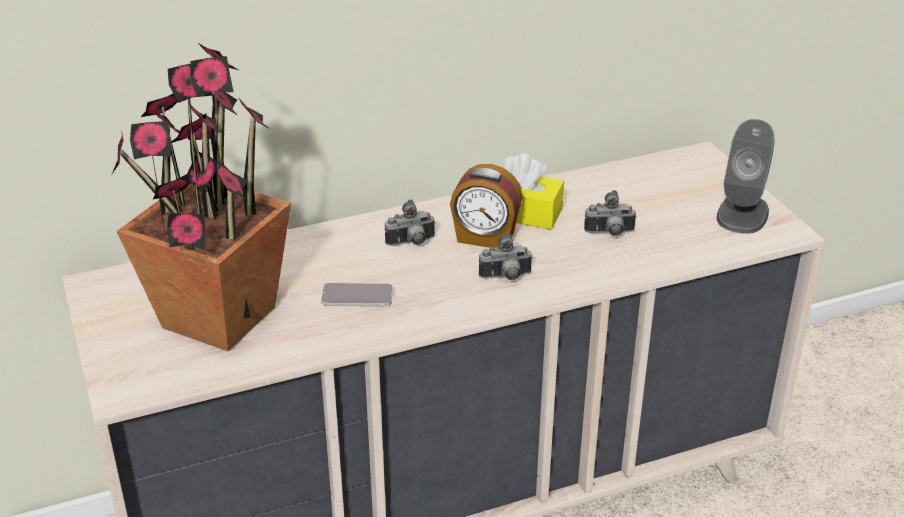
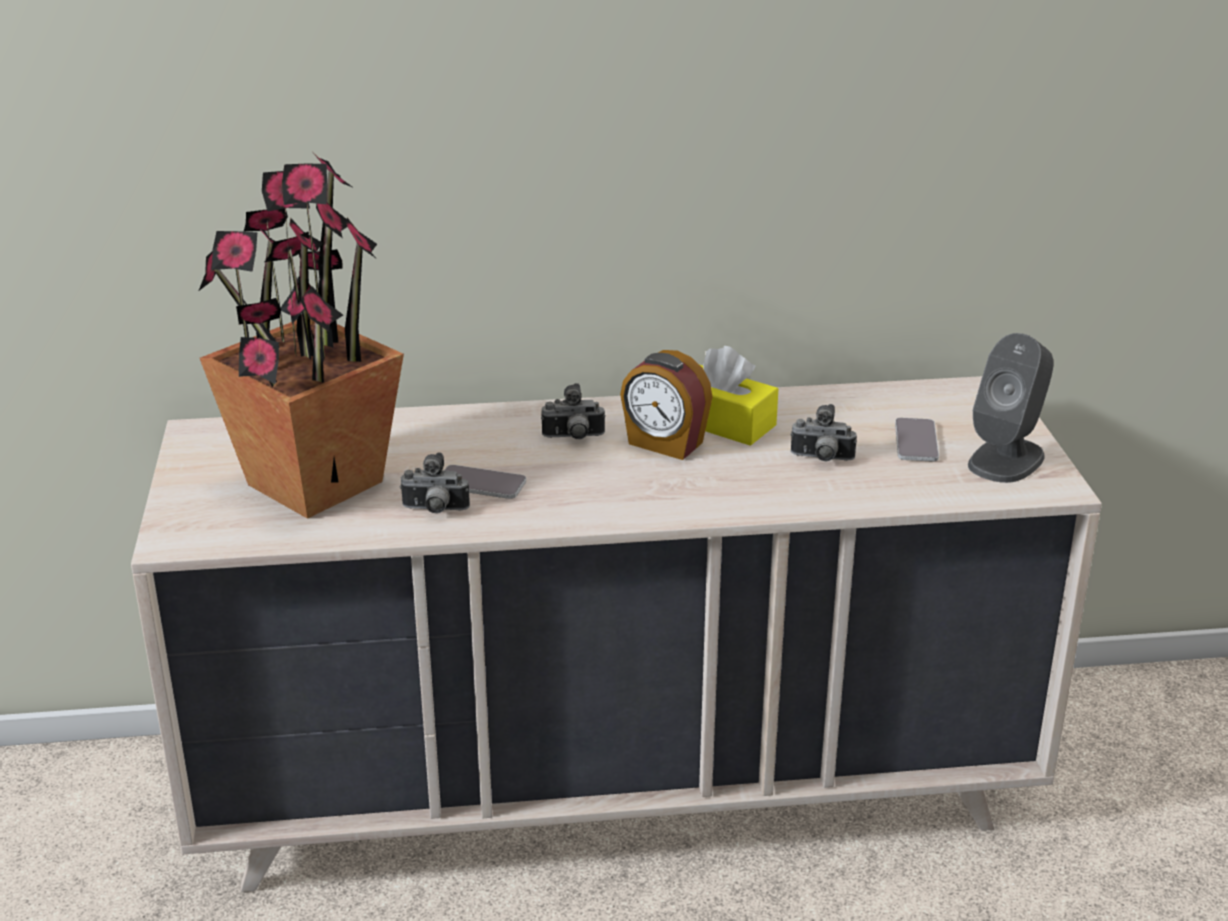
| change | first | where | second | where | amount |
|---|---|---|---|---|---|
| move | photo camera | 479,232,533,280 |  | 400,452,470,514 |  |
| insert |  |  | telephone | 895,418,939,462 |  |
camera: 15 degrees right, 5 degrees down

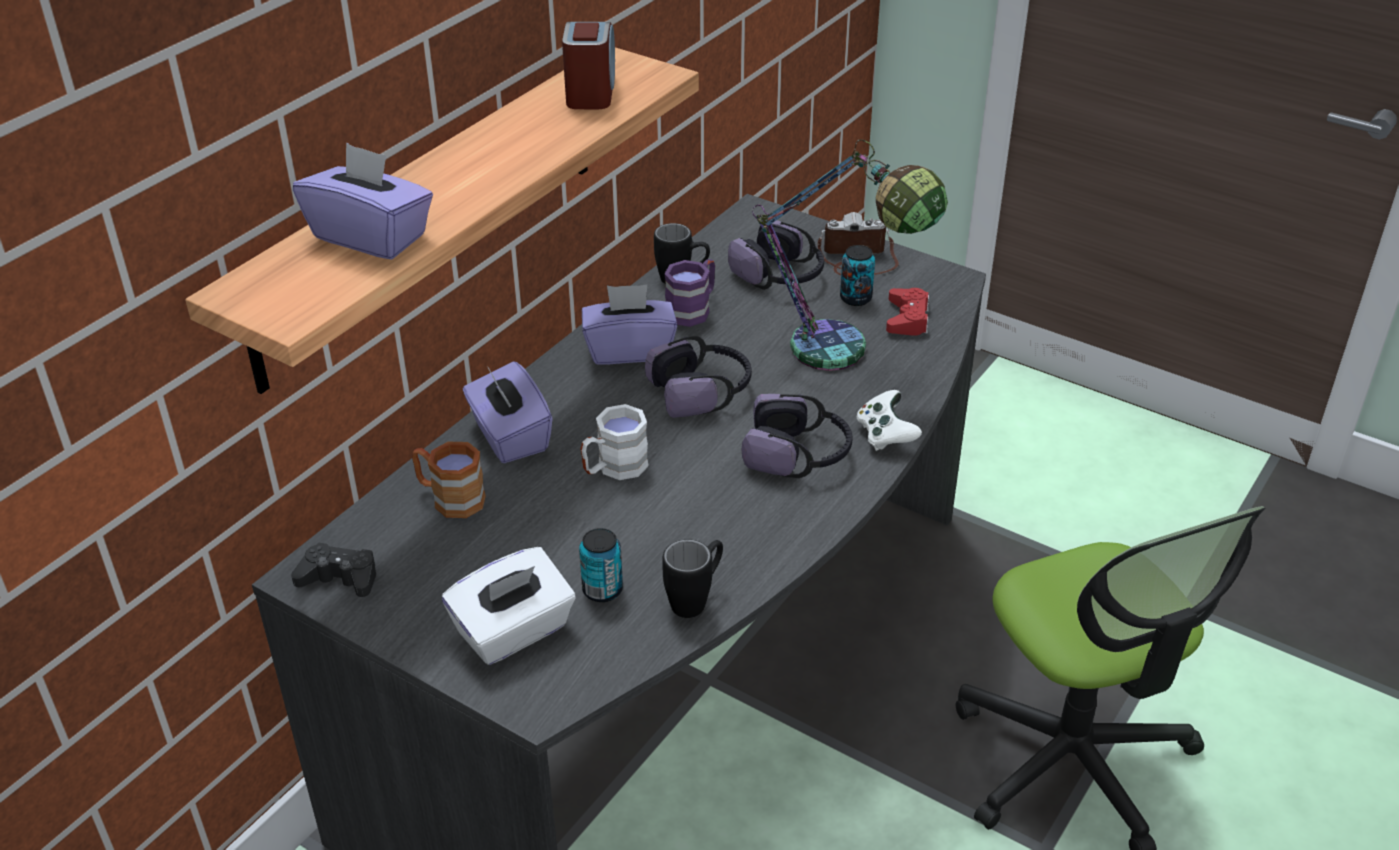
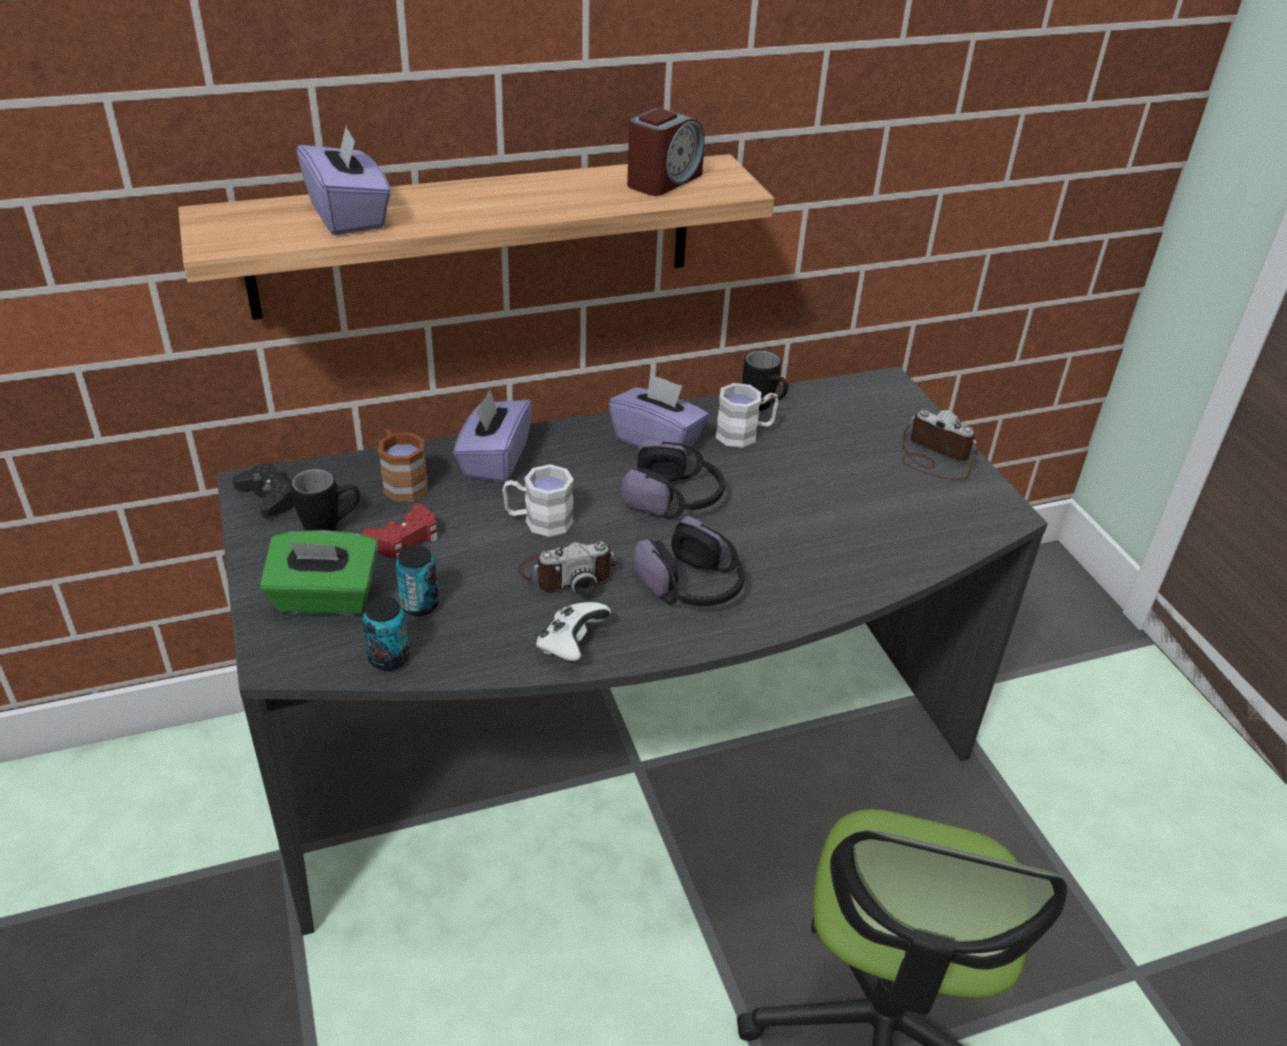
| change | first | where | second | where | amount |
|---|---|---|---|---|---|
| recolor | white-coloured box of tissues | 442,547,576,665 | greenish box of tissues | 260,530,378,615 |  |
| move | black coffee mug | 662,539,723,618 |  | 291,469,360,531 |  |
| recolor | purplish coffee mug | 665,259,715,327 | white-coloured coffee mug | 715,383,779,448 |  |
| delete | headphones | 728,220,824,290 |  |  |  |
| delete | tabletop lamp | 752,139,948,371 |  |  |  |
| move | metal can | 840,245,875,306 |  | 362,597,410,671 |  |
| move | white-coloured game controller | 857,390,922,451 |  | 536,602,611,661 |  |
| move | red game controller | 886,288,929,336 |  | 363,504,438,560 |  |
| insert |  |  | photo camera | 518,542,617,595 |  |
camera: 35 degrees right, 0 degrees up

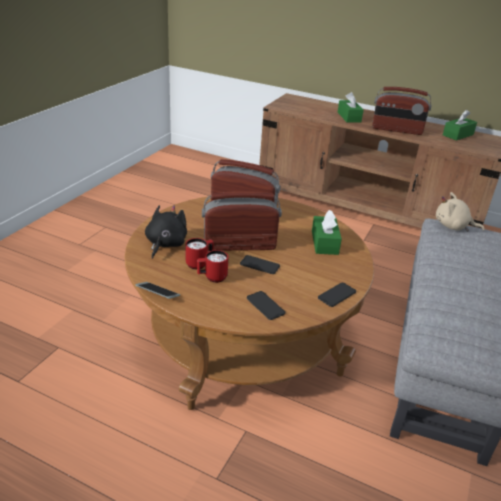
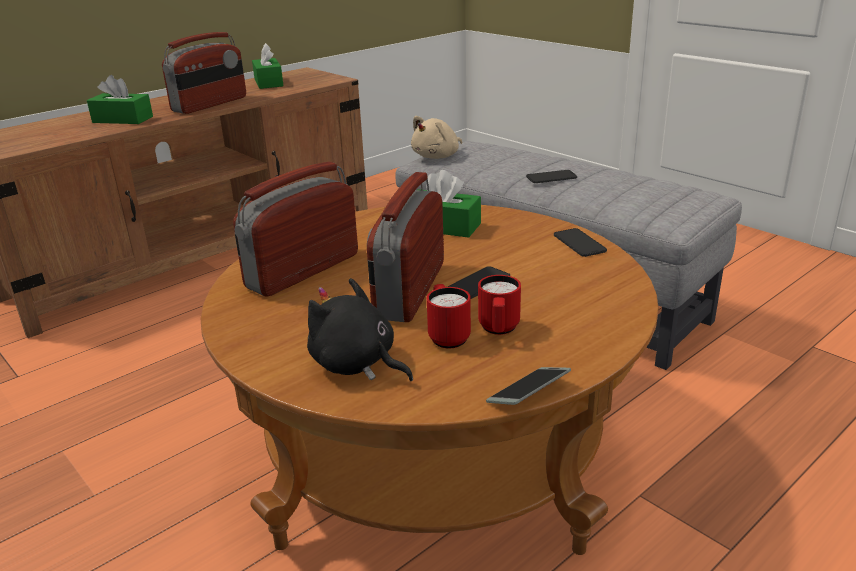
| change | first | where | second | where | amount |
|---|---|---|---|---|---|
| move | telephone | 247,291,285,320 |  | 526,170,577,183 |  |
camera: 65 degrees left, 5 degrees down

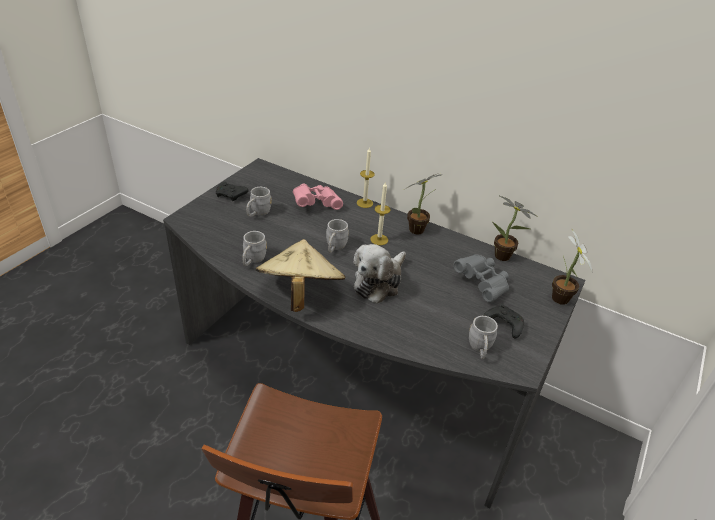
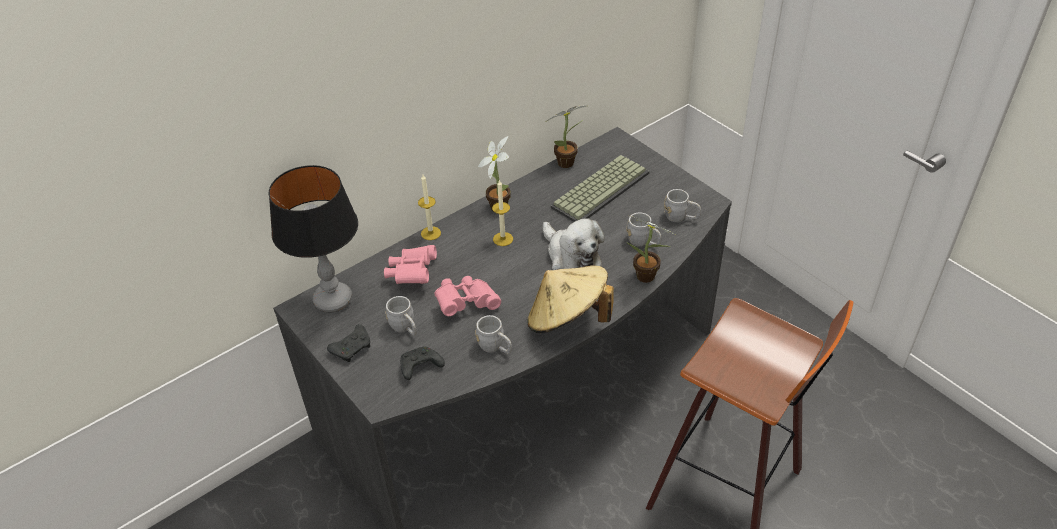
| change | first | where | second | where | amount |
|---|---|---|---|---|---|
| move | grey coffee mug | 326,219,349,253 |  | 627,212,662,246 |  |
| replace | grey pair of binoculars | 453,254,509,303 | keyboard | 551,155,650,222 |  |
| move | black game controller | 484,304,524,339 |  | 400,347,445,380 |  |
| move | plant in a pot | 552,228,593,305 |  | 628,216,674,283 |  |
| insert |  |  | tabletop lamp | 269,165,358,312 |  |
| insert |  |  | pink-coloured pair of binoculars | 435,276,501,316 |  |
camera: 65 degrees left, 5 degrees up

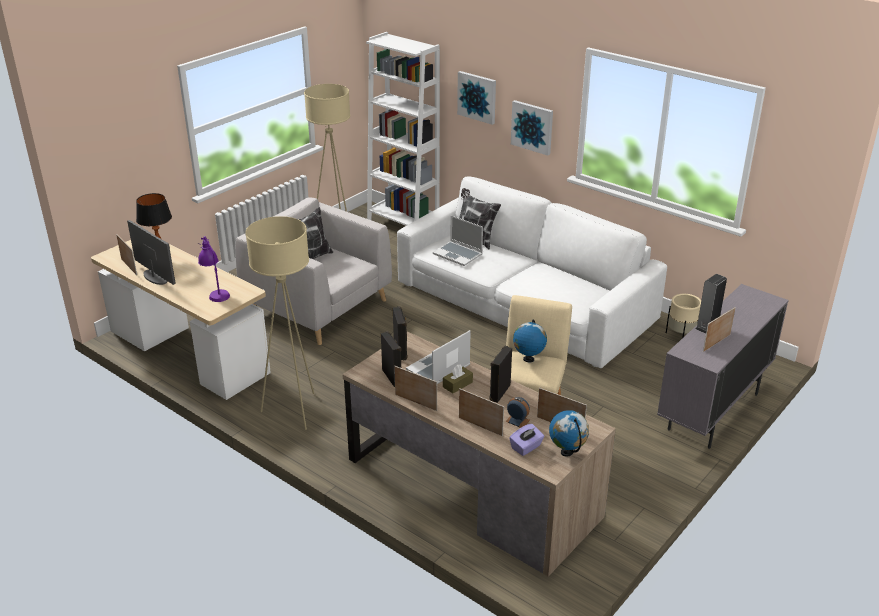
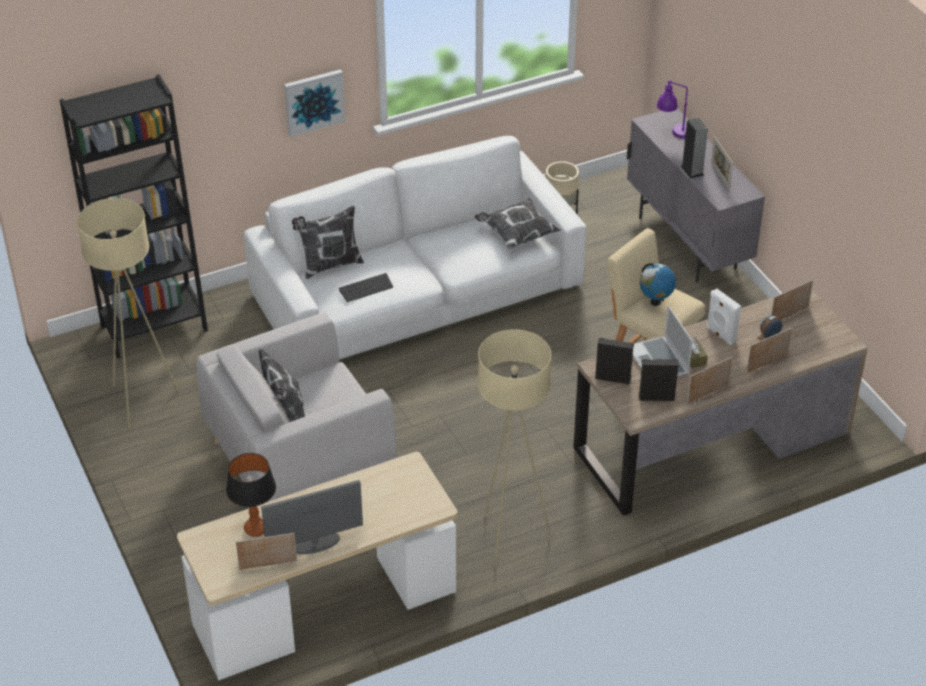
| change | first | where | second | where | amount |
|---|---|---|---|---|---|
| move | purplish tabletop lamp | 197,236,230,302 |  | 657,80,688,139 |  |
| recolor | white-coloured bookcase | 366,32,440,226 | black bookcase | 60,74,208,359 |  |
| replace | portable computer | 433,215,483,266 | keyboard | 339,273,393,302 |  |
| delete | picture | 457,71,496,125 |  |  |  |
| recolor | black audio speaker | 489,346,512,403 | white-coloured audio speaker | 707,289,741,345 |  |
| delete | purplish box of tissues | 509,424,545,456 |  |  |  |
| delete | world globe | 549,410,589,457 |  |  |  |
| insert |  |  | cushion | 475,198,561,250 |  |
camera: 65 degrees left, 10 degrees up

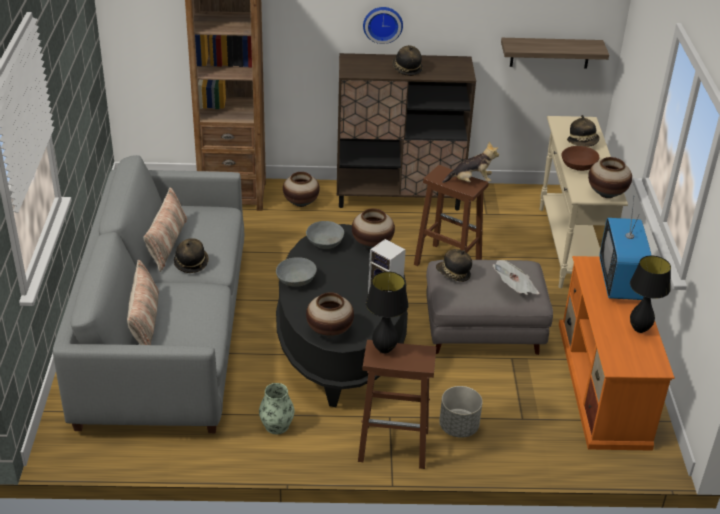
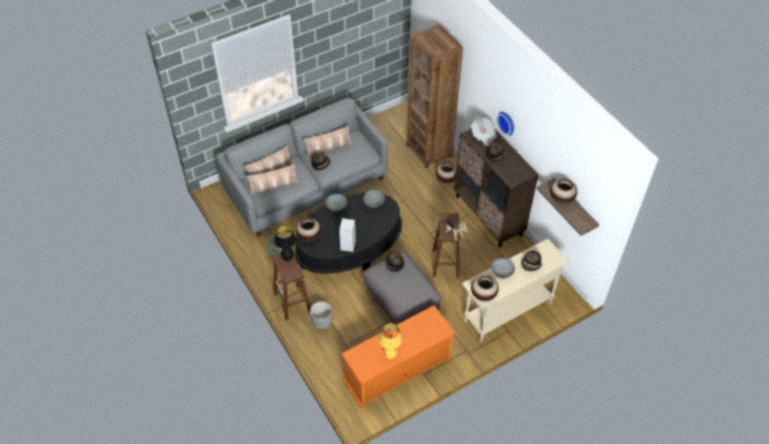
| change | first | where | second | where | amount |
|---|---|---|---|---|---|
| move | decorative vase | 352,208,395,249 |  | 550,179,577,204 |  |
| move | newspaper | 493,260,540,295 |  | 471,117,497,146 |  |
| recolor | brownish bowl | 562,146,599,171 | grey bowl | 491,258,515,279 |  |
| delete | TV set | 600,198,652,300 |  |  |  |
| recolor | black tabletop lamp | 630,256,671,333 | yellow-coloured tabletop lamp | 379,323,402,359 |  |
| insert |  |  | cushion | 246,164,300,196 |  |
camera: 60 degrees right, 15 degrees up

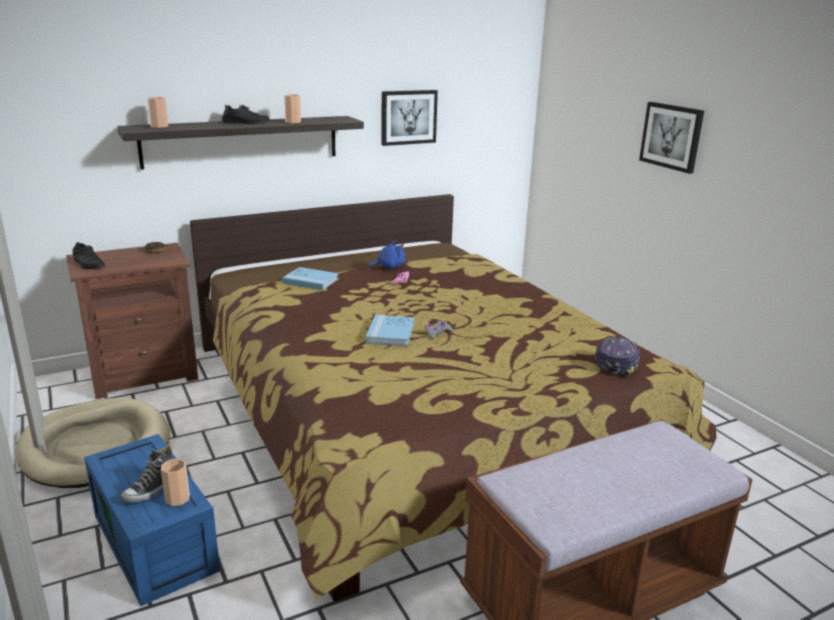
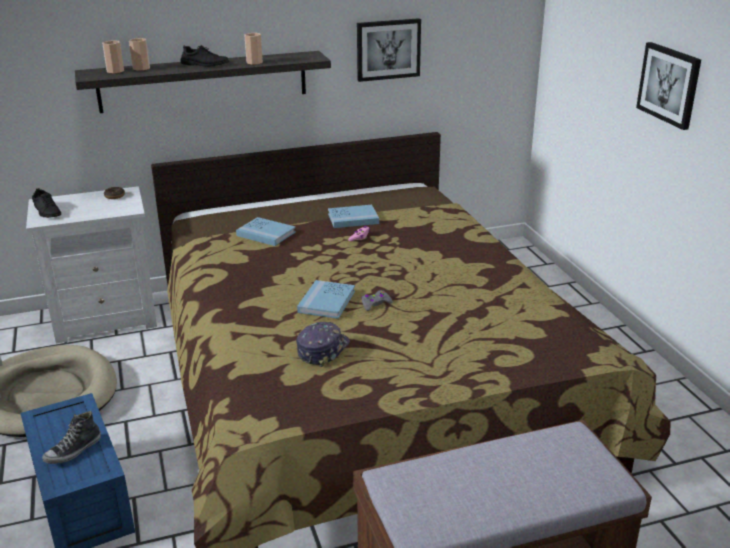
| change | first | where | second | where | amount |
|---|---|---|---|---|---|
| recolor | brownish nightstand | 66,243,198,399 | white-coloured nightstand | 26,186,157,344 |  |
| move | drinking cup | 161,459,190,506 |  | 129,38,150,71 |  |
| replace | blue-coloured plush toy | 368,240,406,269 | blue-coloured book | 328,205,379,228 |  |
| move | baseball cap | 595,337,640,377 |  | 296,322,350,367 |  |
camera: 10 degrees right, 5 degrees up

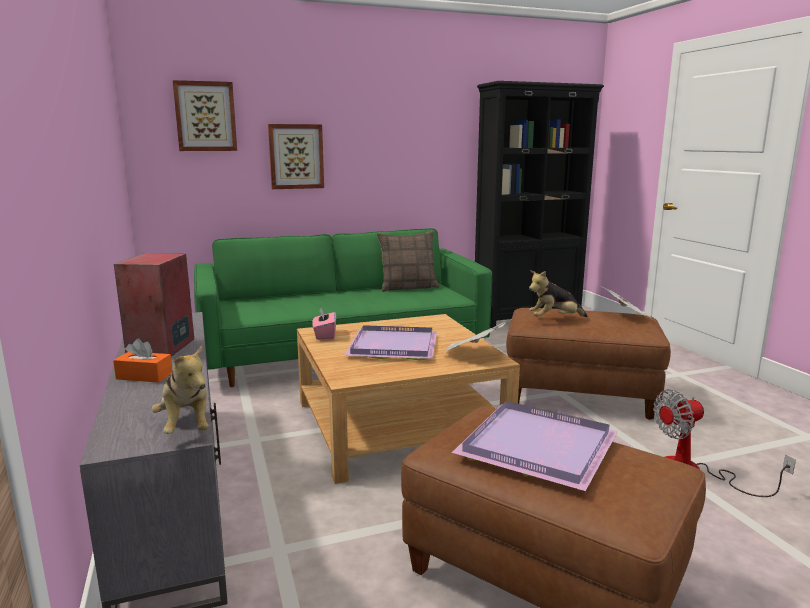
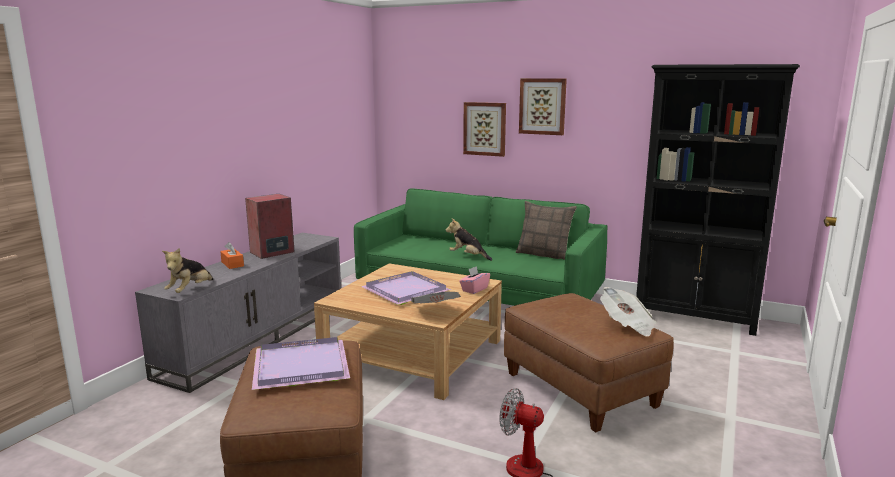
| change | first | where | second | where | amount |
|---|---|---|---|---|---|
| move | picture | 173,80,237,151 |  | 519,78,567,135 |  |
| move | pink-coloured box of tissues | 312,308,336,340 |  | 459,266,490,294 |  |
| move | plush toy | 529,270,588,317 |  | 446,218,492,261 |  |
camera: 45 degrees right, 0 degrees up

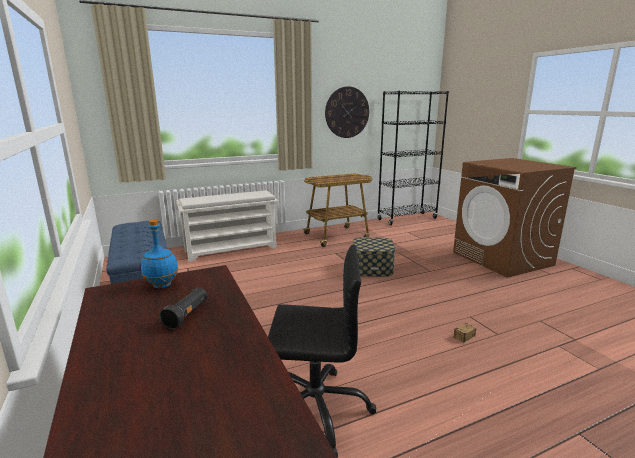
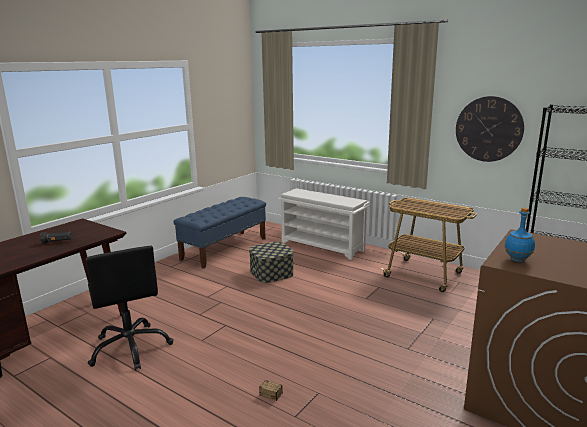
| change | first | where | second | where | amount |
|---|---|---|---|---|---|
| move | blue-coloured drink bottle | 141,220,178,288 |  | 505,208,535,262 |  |
| move | storage box | 353,237,395,277 |  | 249,242,294,283 |  |
camera: 60 degrees right, 0 degrees up

